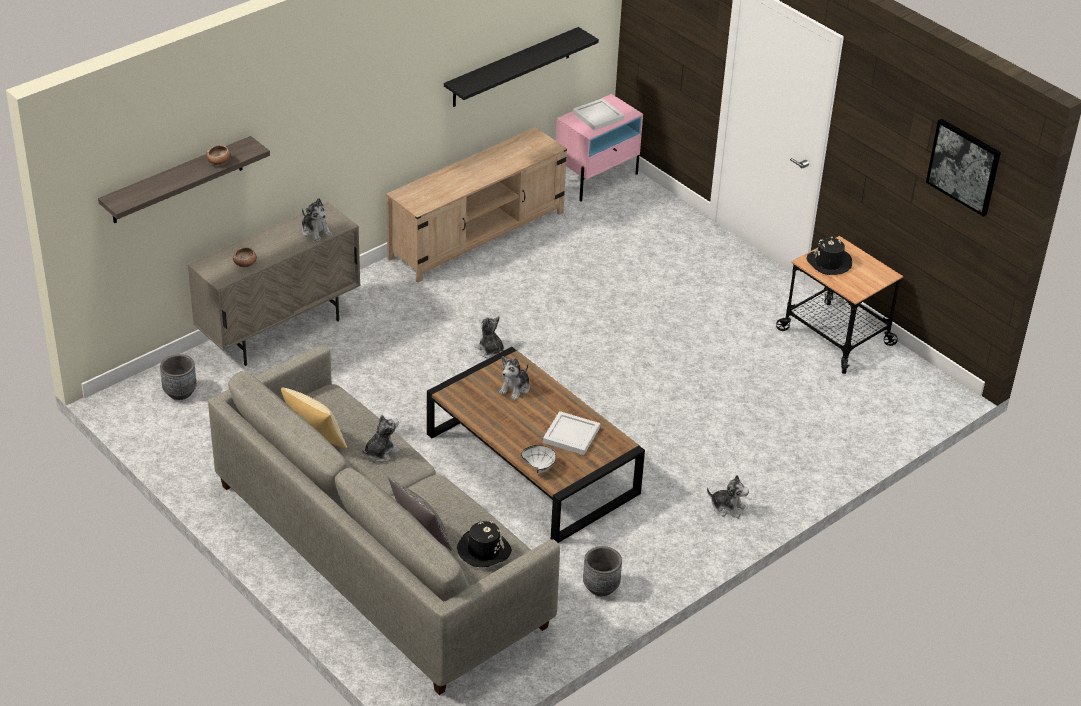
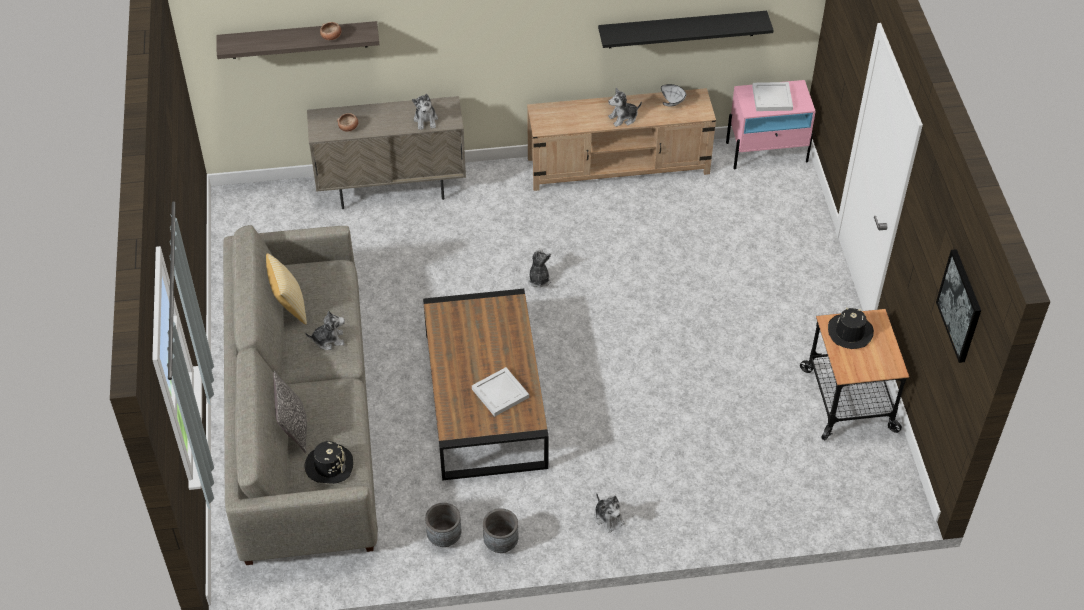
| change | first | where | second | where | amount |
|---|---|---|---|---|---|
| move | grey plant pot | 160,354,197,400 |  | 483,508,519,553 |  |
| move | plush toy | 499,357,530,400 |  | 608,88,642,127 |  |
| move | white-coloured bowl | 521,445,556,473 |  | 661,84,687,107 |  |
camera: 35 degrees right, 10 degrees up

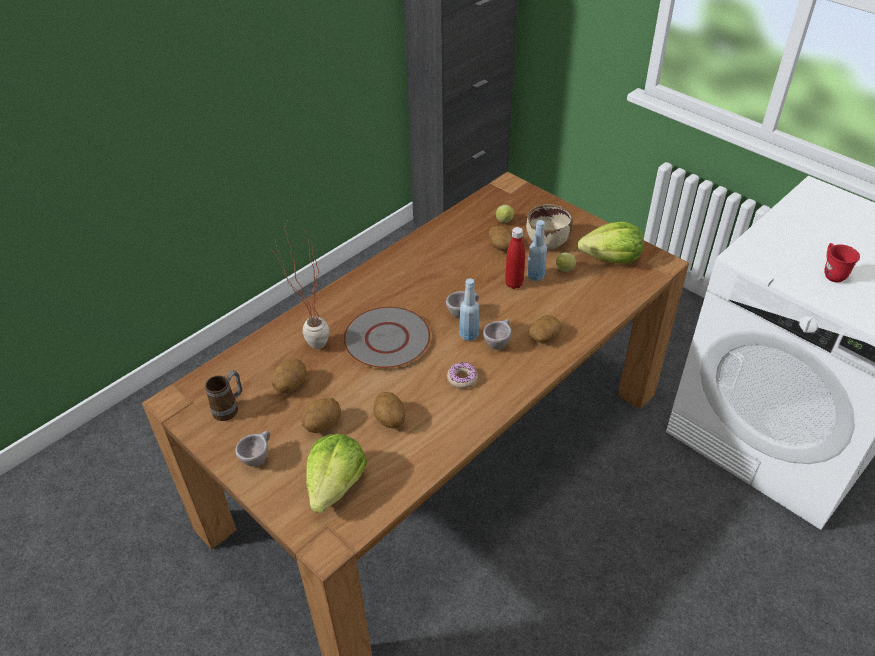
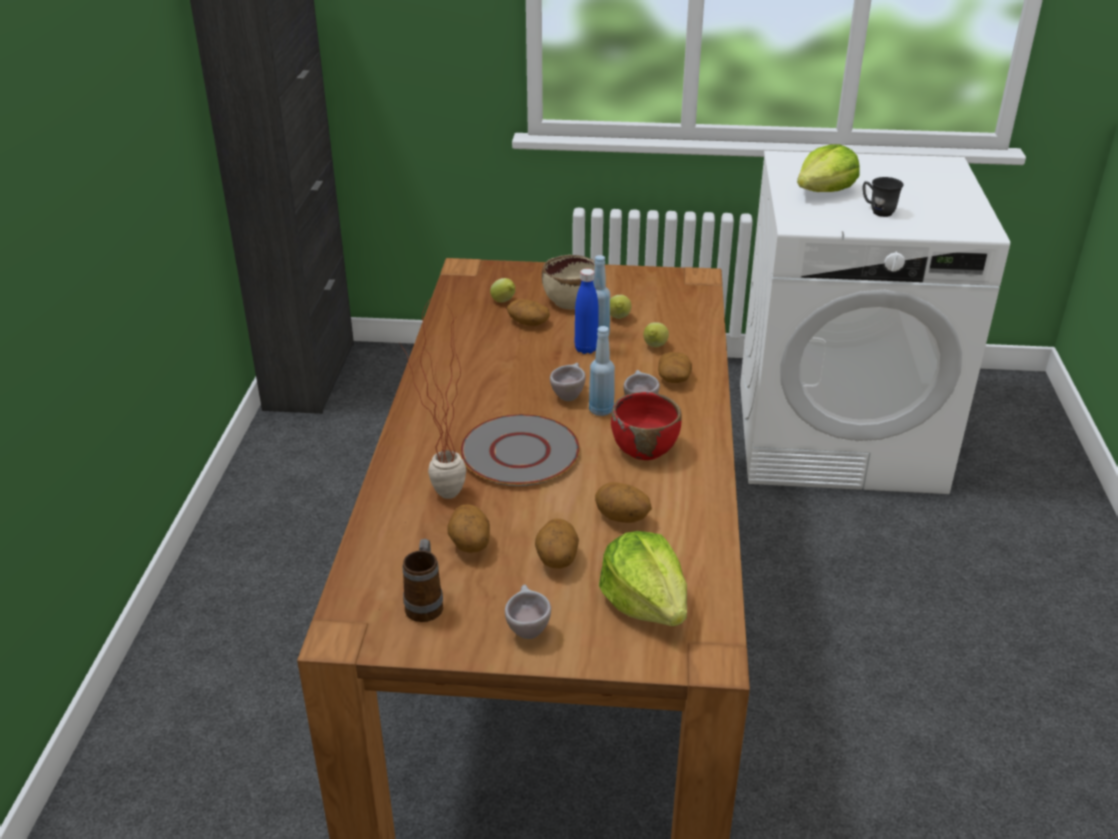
| change | first | where | second | where | amount |
|---|---|---|---|---|---|
| replace | ring doughnut | 447,362,478,388 | red bowl | 611,392,682,460 |  |
| recolor | red drink bottle | 505,227,525,289 | blue-coloured drink bottle | 575,269,599,354 |  |
| move | lettuce head | 578,221,644,263 |  | 797,144,859,192 |  |
| recolor | red coffee mug | 824,243,860,283 | grey coffee mug | 863,177,904,217 |  |
| insert |  |  | whole lemon | 643,322,669,347 |  |
camera: 40 degrees left, 10 degrees down

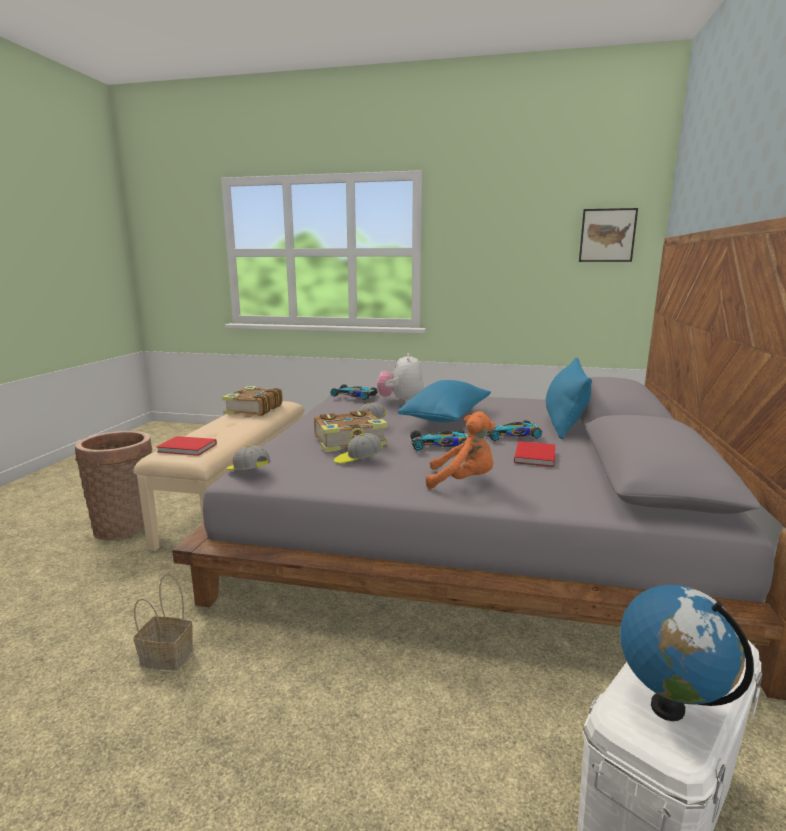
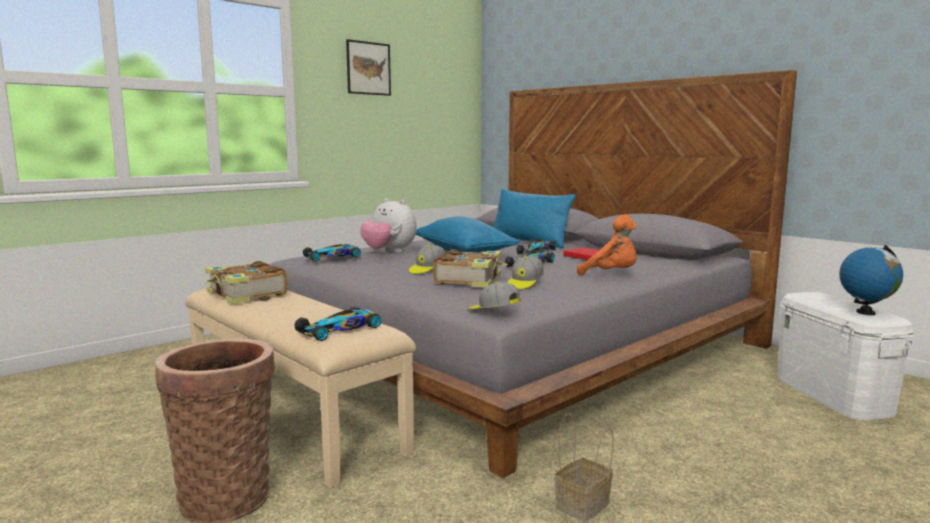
| change | first | where | second | where | amount |
|---|---|---|---|---|---|
| replace | red book | 157,436,217,456 | toy car | 294,307,381,341 |  |
| rotate | baseball cap | 226,445,271,470 |  | 468,281,521,309 | 60 degrees clockwise |
| rotate | orange-coloured plush toy | 426,411,495,489 |  | 577,214,637,276 | 75 degrees clockwise |
| move | picture | 579,208,638,262 |  | 346,39,391,96 |  |
camera: 55 degrees left, 5 degrees down

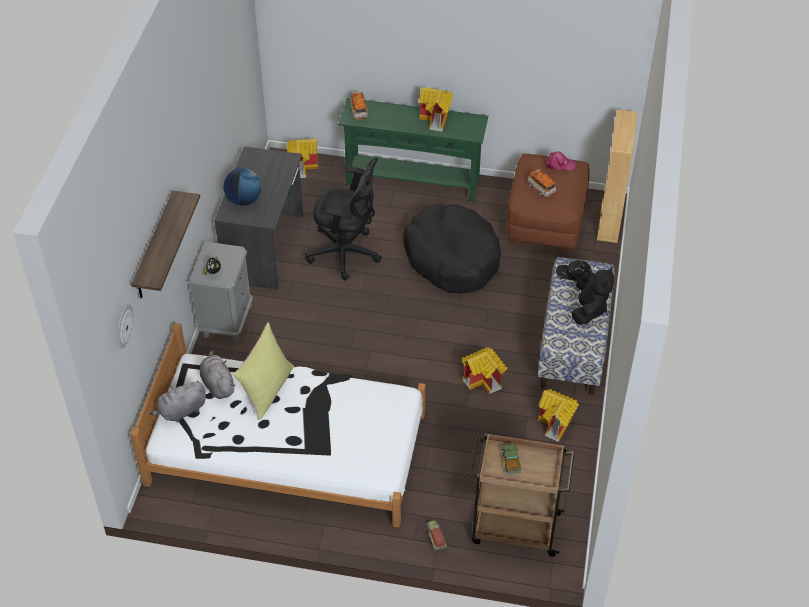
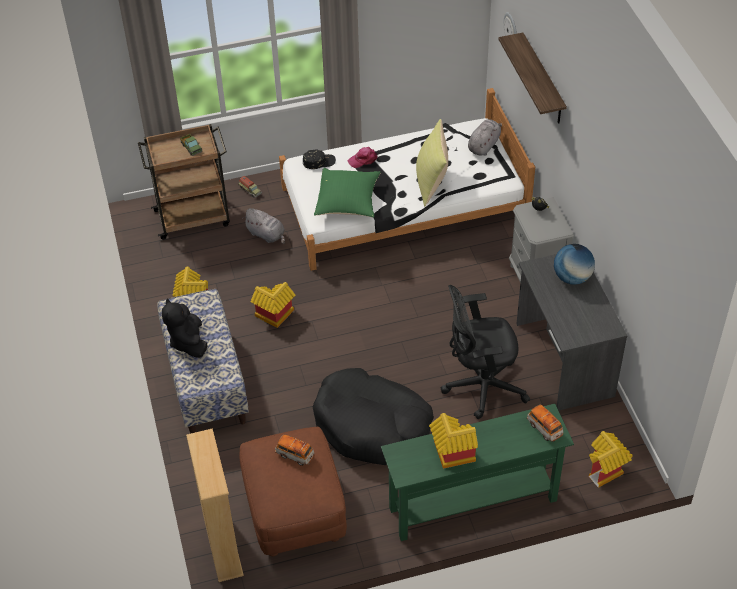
| change | first | where | second | where | amount |
|---|---|---|---|---|---|
| move | grey plush toy | 200,351,235,399 |  | 242,208,285,244 |  |
| move | pink-coloured baseball cap | 544,151,576,171 |  | 347,147,378,168 |  |
| move | black baseball cap | 556,260,592,281 |  | 303,149,336,169 |  |
| insert |  |  | greenish cushion | 314,168,381,218 |  |
camera: 155 degrees right, 0 degrees up

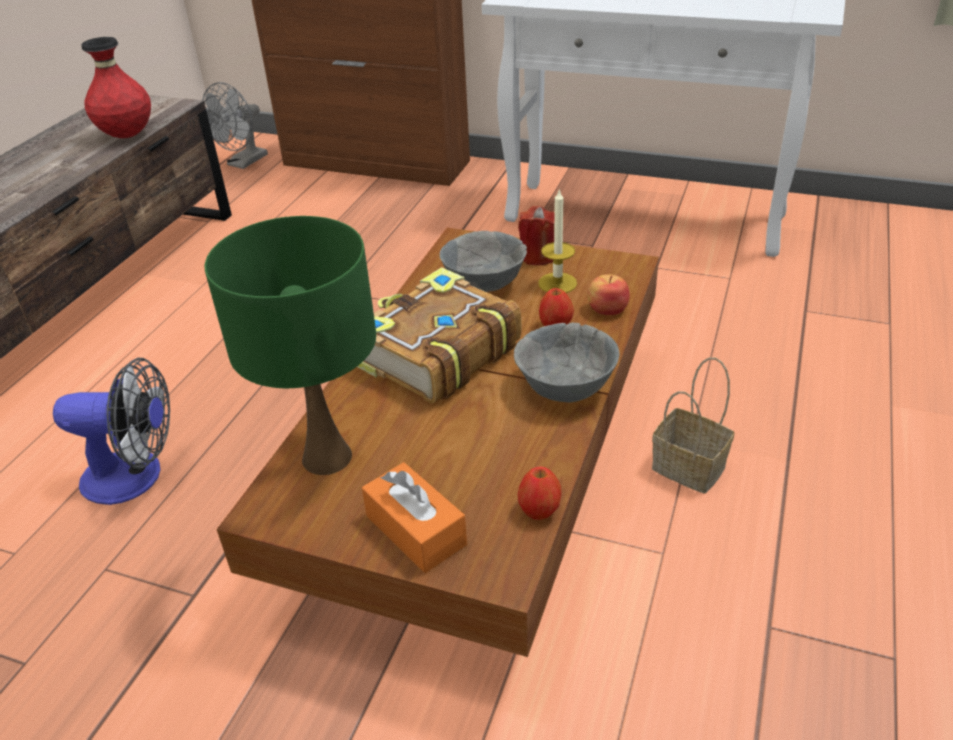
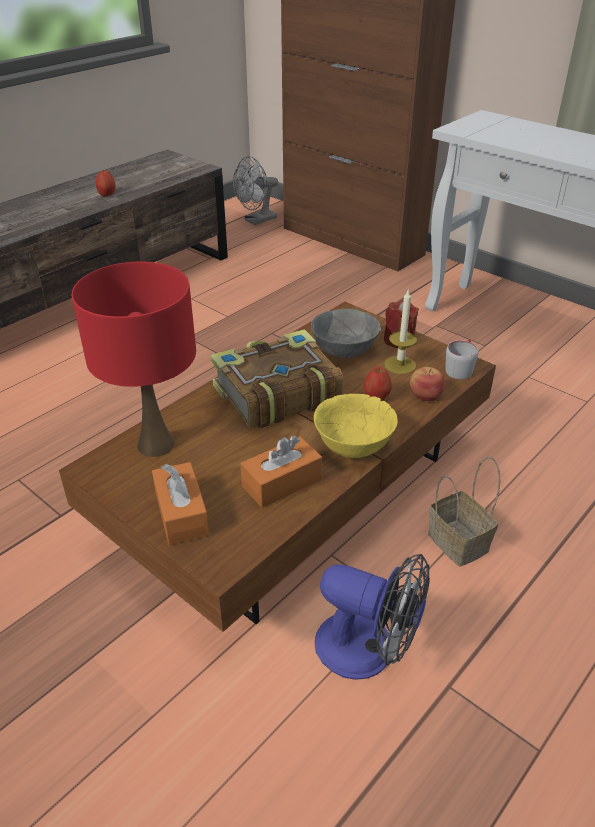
| change | first | where | second | where | amount |
|---|---|---|---|---|---|
| move | cooling fan | 53,358,170,505 |  | 315,554,430,680 |  |
| delete | red decorative vase | 82,37,151,138 |  |  |  |
| recolor | greenish tabletop lamp | 204,216,376,475 | red tabletop lamp | 72,262,196,457 |  |
| recolor | grey bowl | 514,323,620,403 | yellow-coloured bowl | 314,394,398,458 |  |
| move | apple | 517,467,562,520 |  | 96,170,116,196 |  |
| insert |  |  | orange-coloured box of tissues | 240,435,322,508 |  |
| insert |  |  | grey coffee mug | 445,339,478,380 |  |
camera: 20 degrees right, 0 degrees up

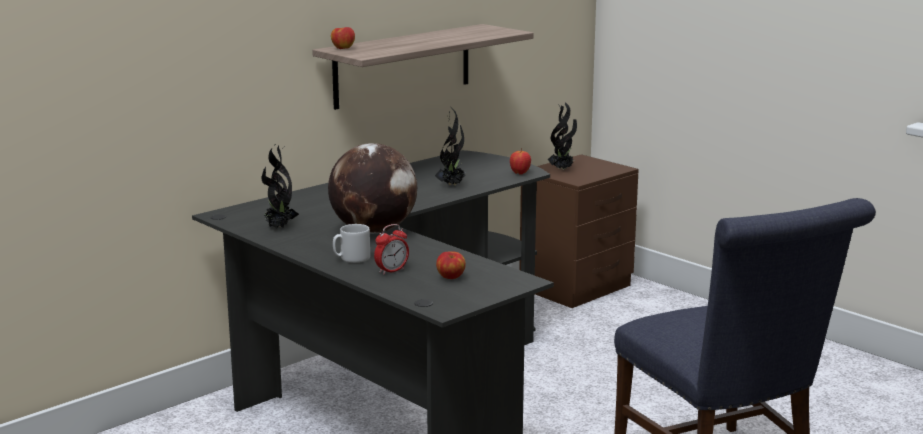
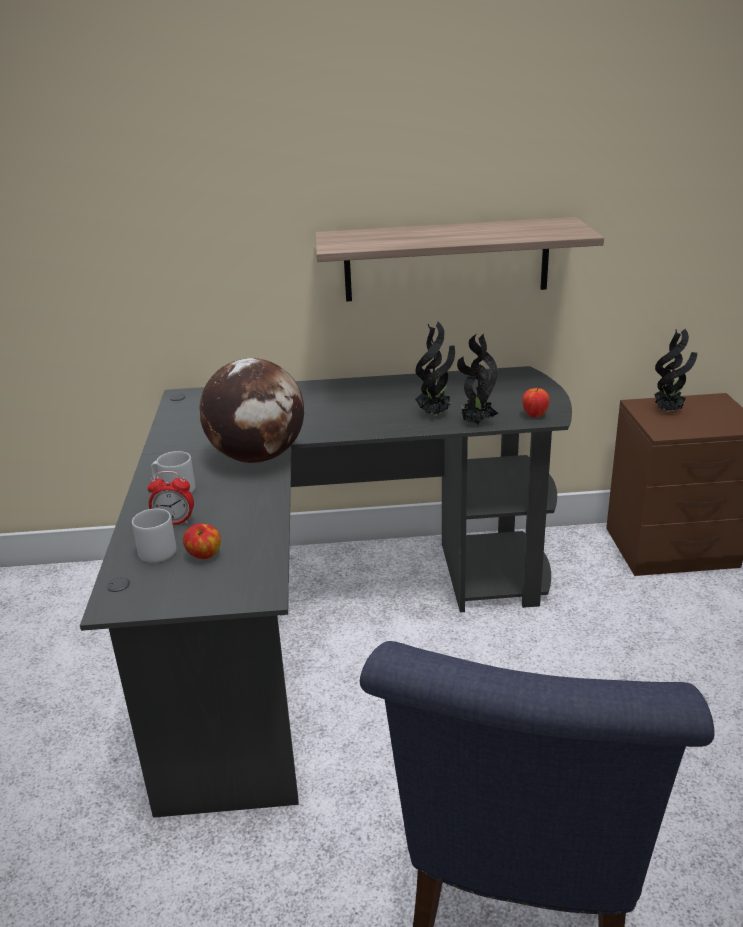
| change | first | where | second | where | amount |
|---|---|---|---|---|---|
| move | plant in a pot | 262,144,299,228 |  | 457,333,498,424 |  |
| delete | apple | 331,27,355,49 |  |  |  |
| insert |  |  | grey coffee mug | 132,508,176,563 |  |
camera: 40 degrees right, 10 degrees up

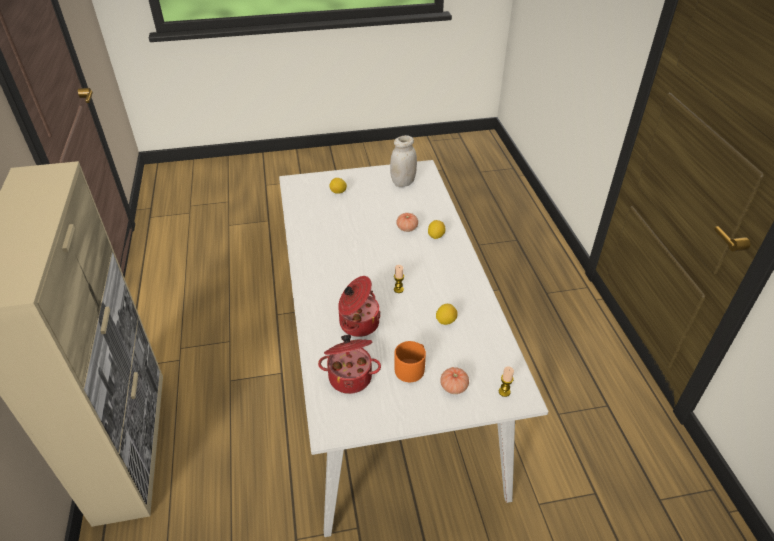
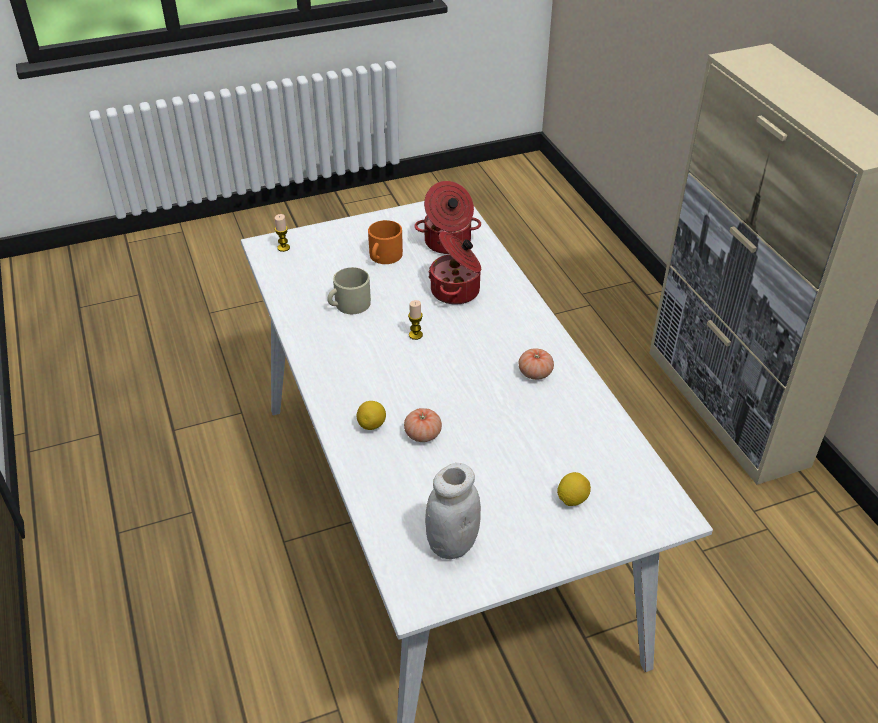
| change | first | where | second | where | amount |
|---|---|---|---|---|---|
| replace | whole lemon | 436,304,458,325 | beige-coloured coffee mug | 327,267,371,314 |  |
| move | whole tomato | 440,367,469,394 |  | 519,348,554,380 |  |
camera: 170 degrees right, 0 degrees up

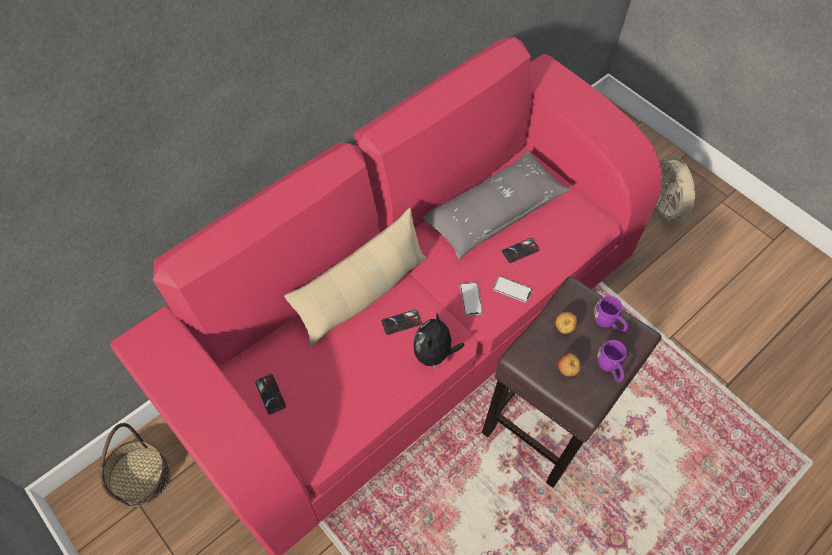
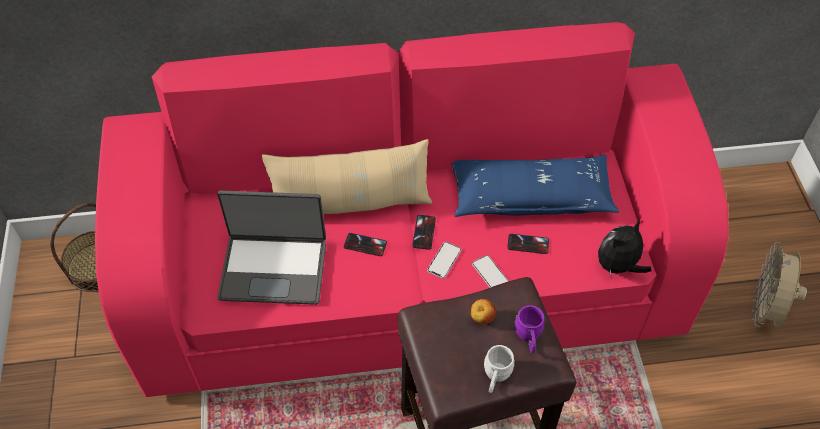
| change | first | where | second | where | amount |
|---|---|---|---|---|---|
| move | telephone | 255,374,286,414 |  | 412,215,436,250 |  |
| move | plush toy | 413,312,465,372 |  | 598,220,652,277 |  |
| recolor | grey cushion | 422,151,570,260 | blue-coloured cushion | 451,155,619,217 |  |
| delete | apple | 558,353,580,376 |  |  |  |
| recolor | purplish coffee mug | 597,340,627,383 | white-coloured coffee mug | 484,345,515,393 |  |
| insert |  |  | portable computer | 217,190,326,305 |  |
camera: 35 degrees right, 5 degrees down

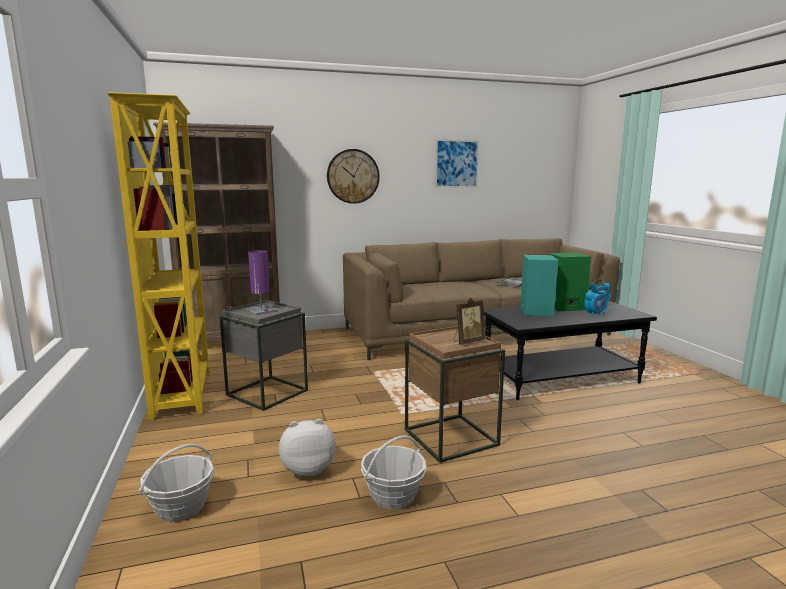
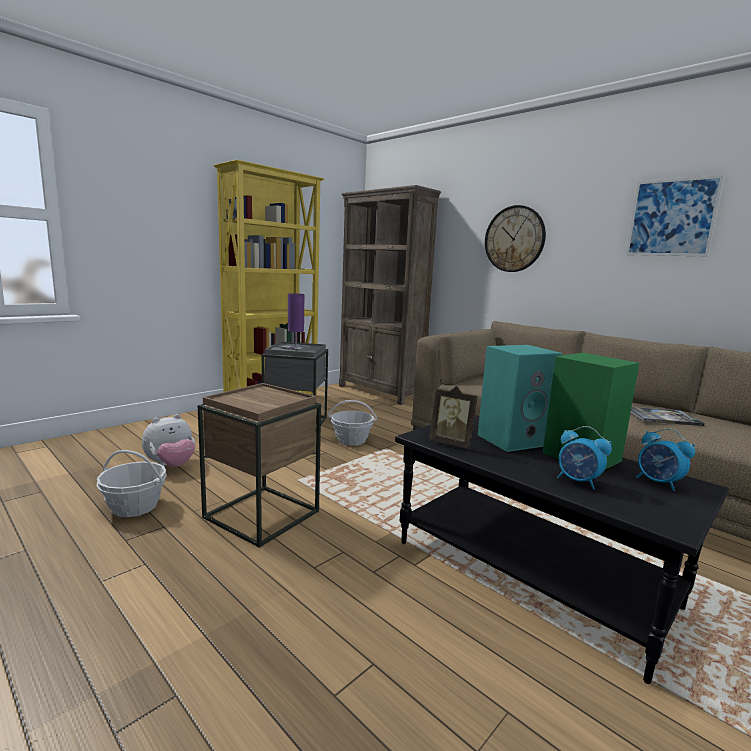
| change | first | where | second | where | amount |
|---|---|---|---|---|---|
| move | basket | 138,444,214,522 |  | 328,400,378,446 |  |
| rotate | plush toy | 279,419,336,478 |  | 142,414,195,467 | 90 degrees clockwise |
| move | standing frame | 454,298,486,345 |  | 429,386,477,448 |  |
camera: 60 degrees right, 0 degrees up

